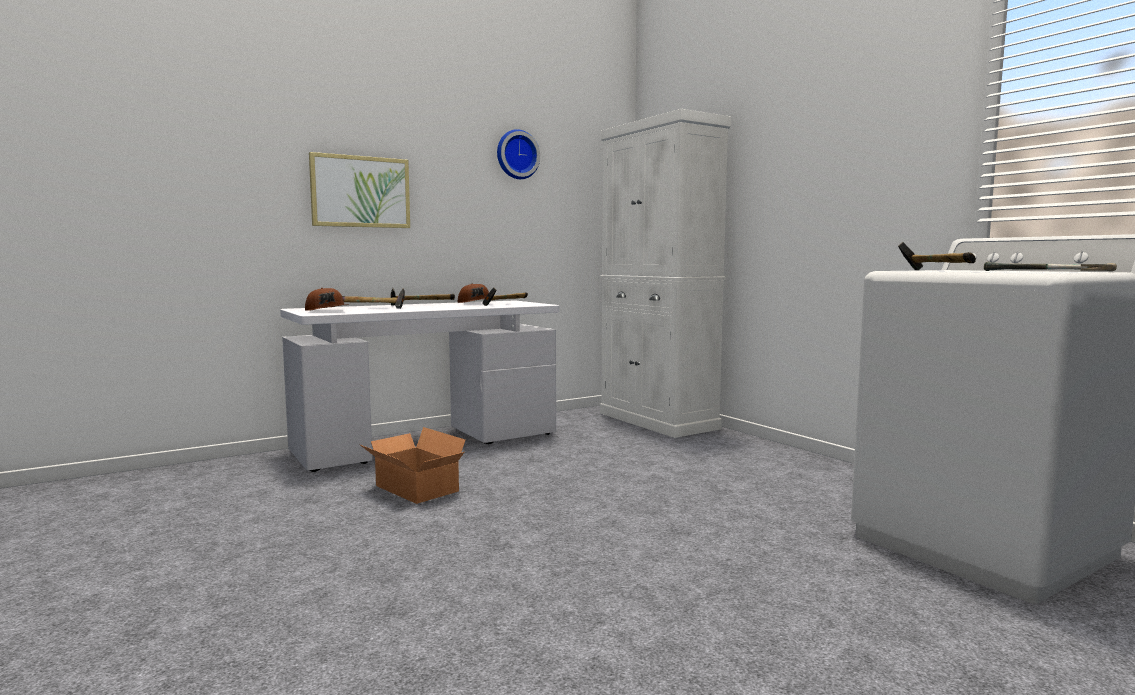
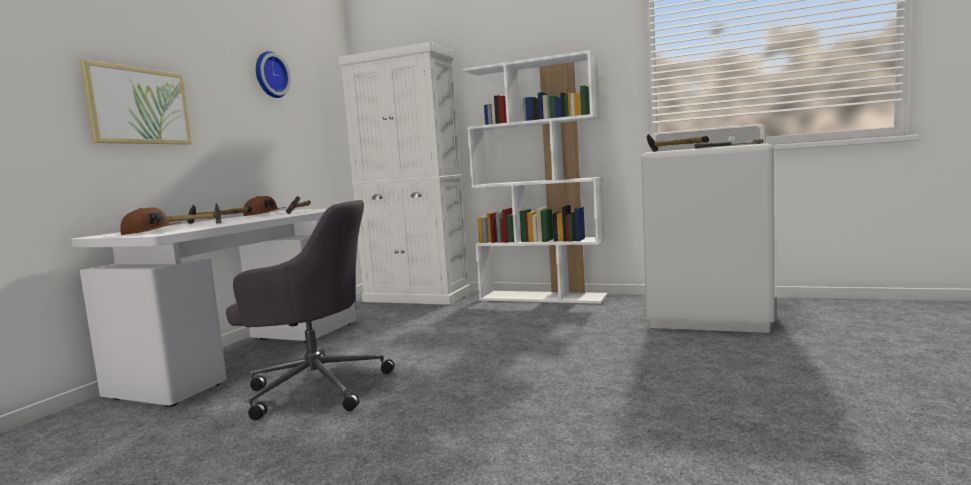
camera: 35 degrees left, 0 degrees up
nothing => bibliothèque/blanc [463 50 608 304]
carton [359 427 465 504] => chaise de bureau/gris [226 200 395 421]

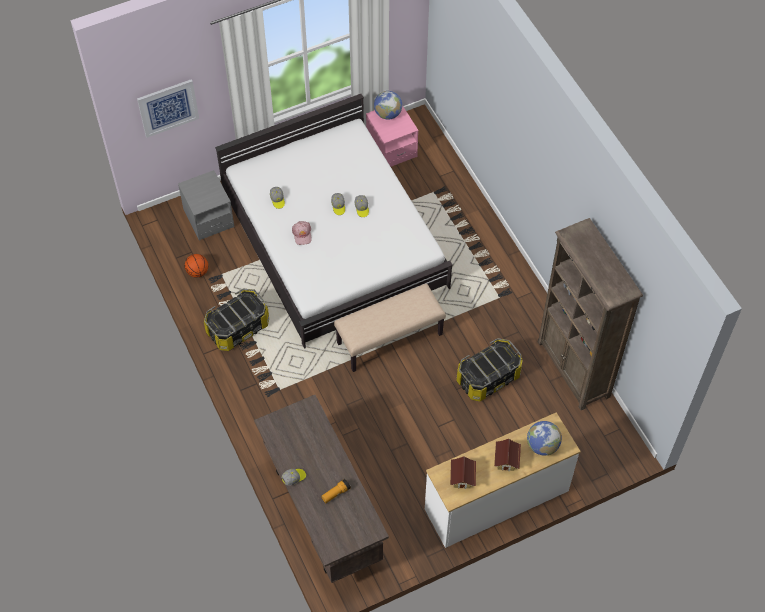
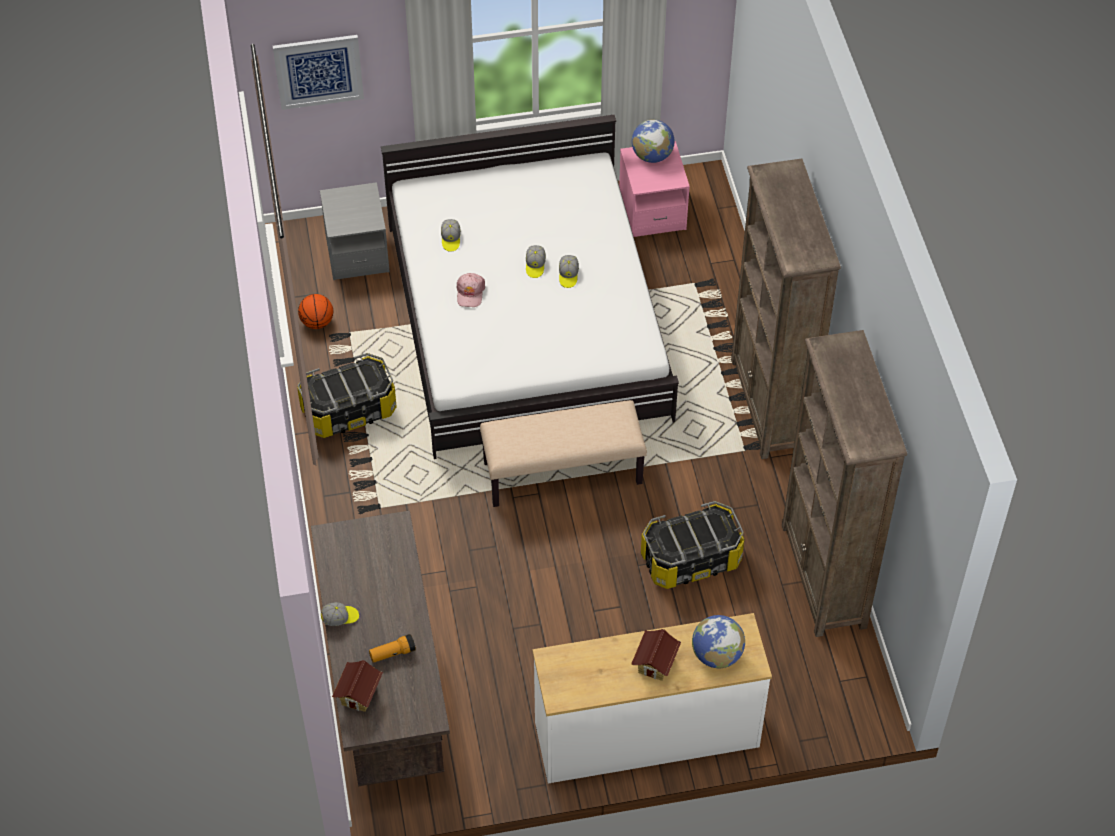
camera: 15 degrees right, 5 degrees down
nothing => bibliothèque/marron [731 159 841 459]
maison miniature [450 456 476 489] => maison miniature [332 660 383 712], moved

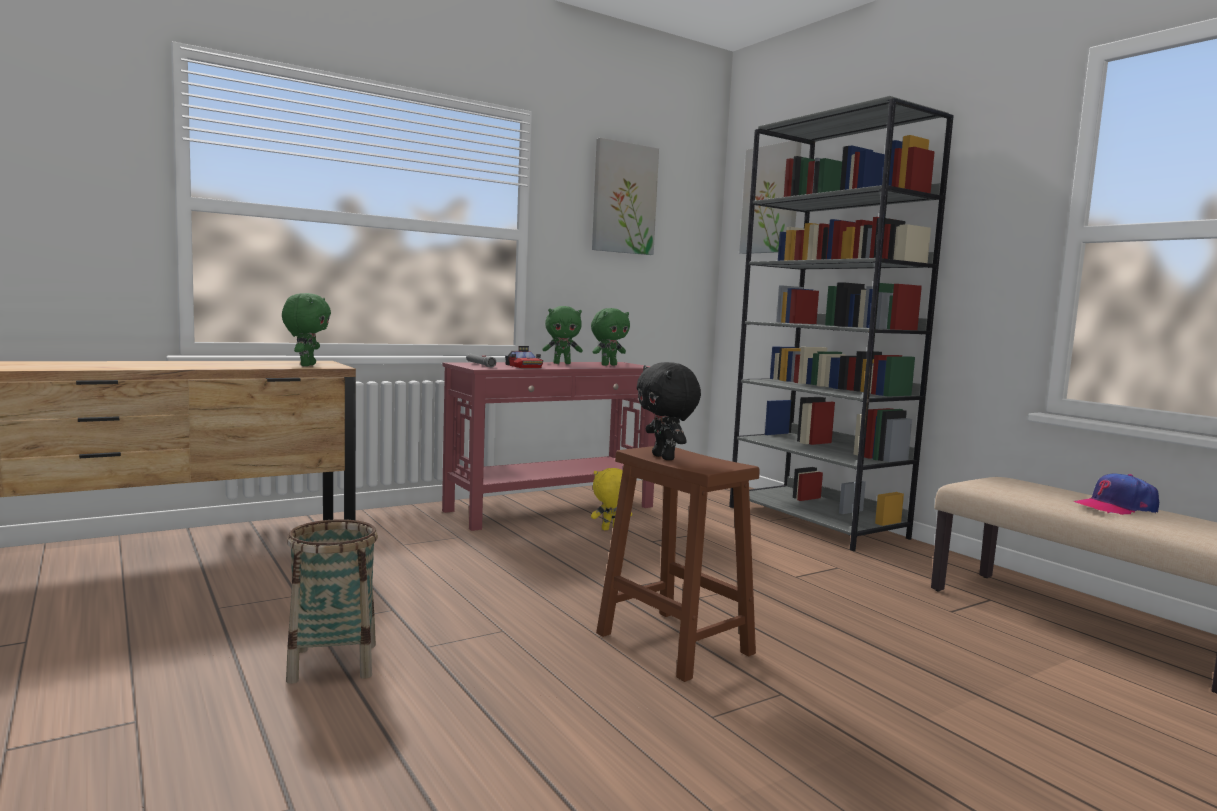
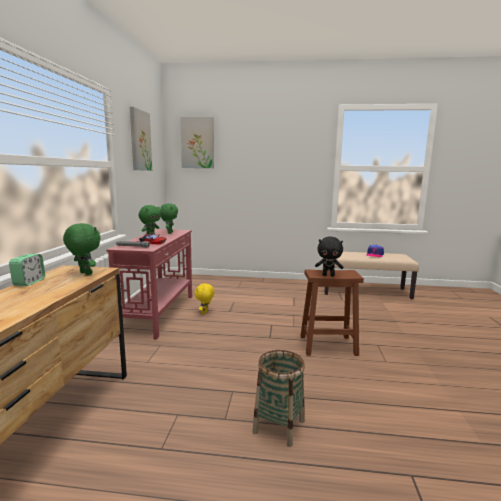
camera: 50 degrees left, 5 degrees up
bibliothèque/gris [729 96 954 551] => nothing
nothing => réveil [9 254 45 286]

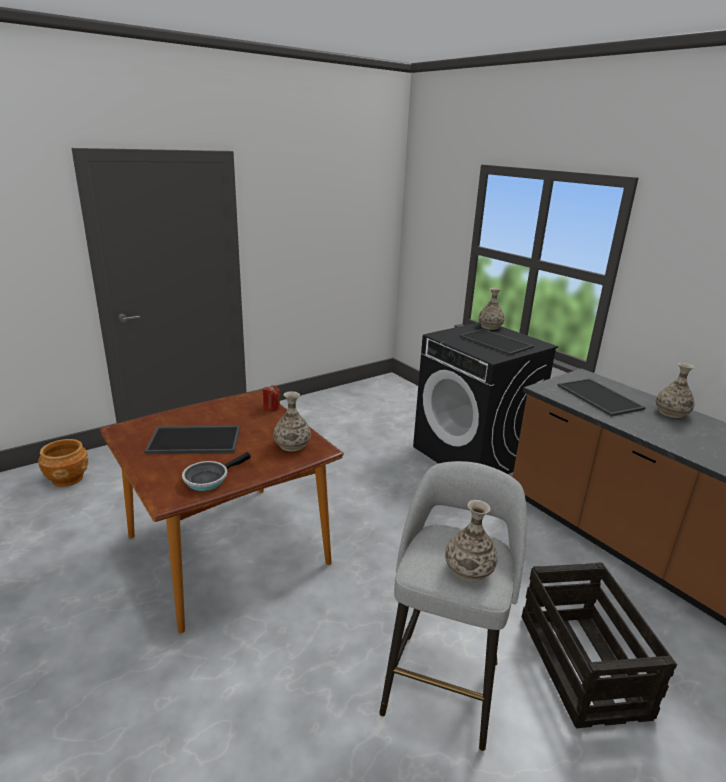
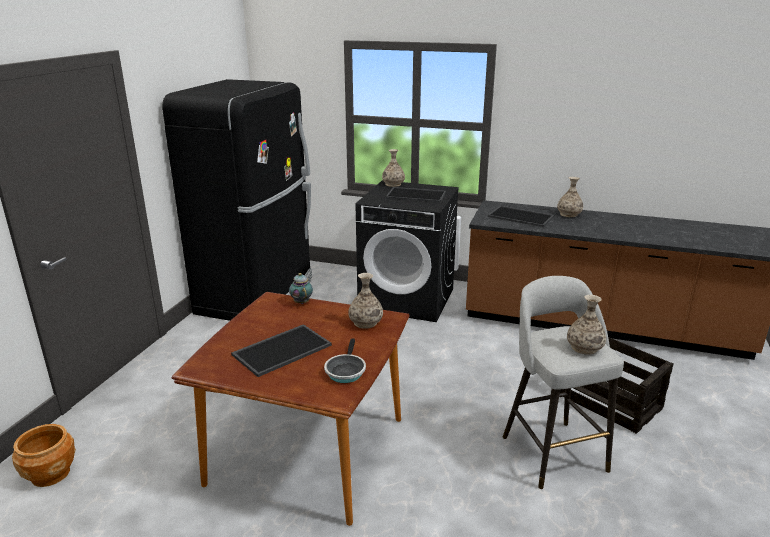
camera: 35 degrees left, 0 degrees up
nothing => réfrigérateur/noir [162 79 312 321]
bougie/rouge [263 385 280 411] => théière [289 273 313 304]

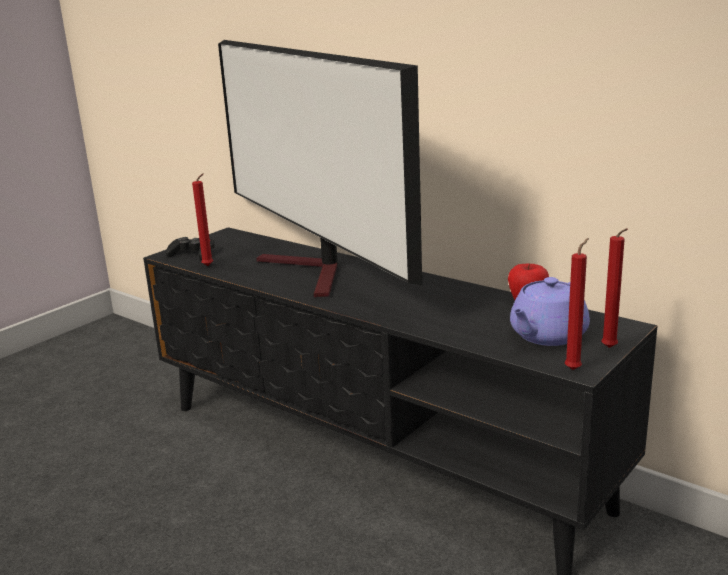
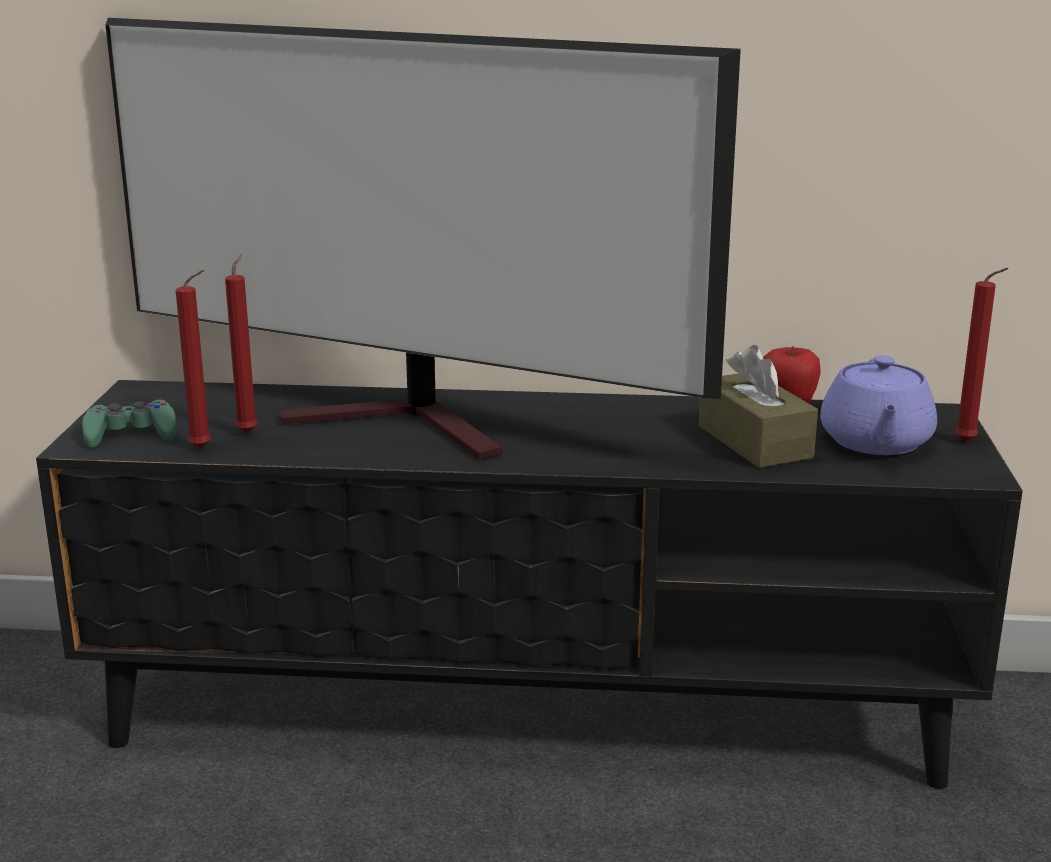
camera: 35 degrees left, 0 degrees up
nothing => boîte à mouchoirs/marron [699 345 818 468]
bougie/rouge [565 238 589 370] => bougie/rouge [225 254 258 433], moved
manette/noir [166 237 215 260] => manette/vert [82 400 176 448]

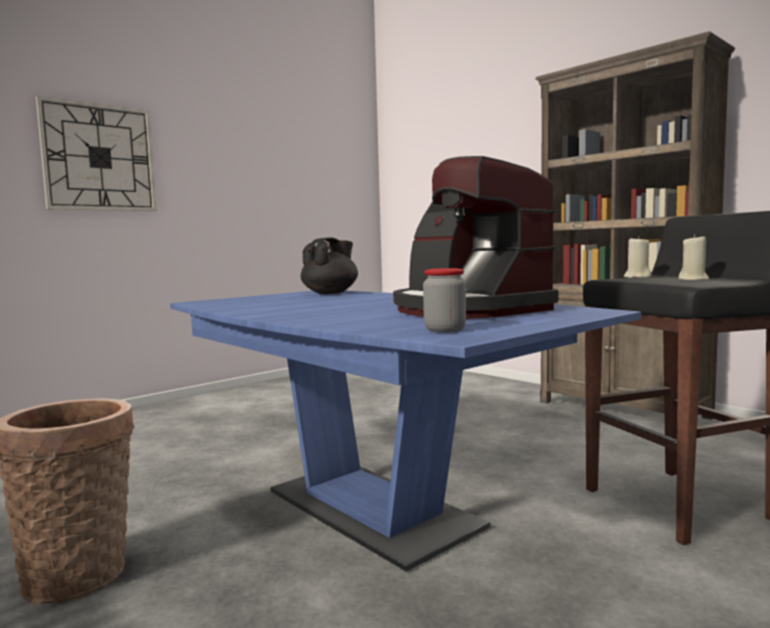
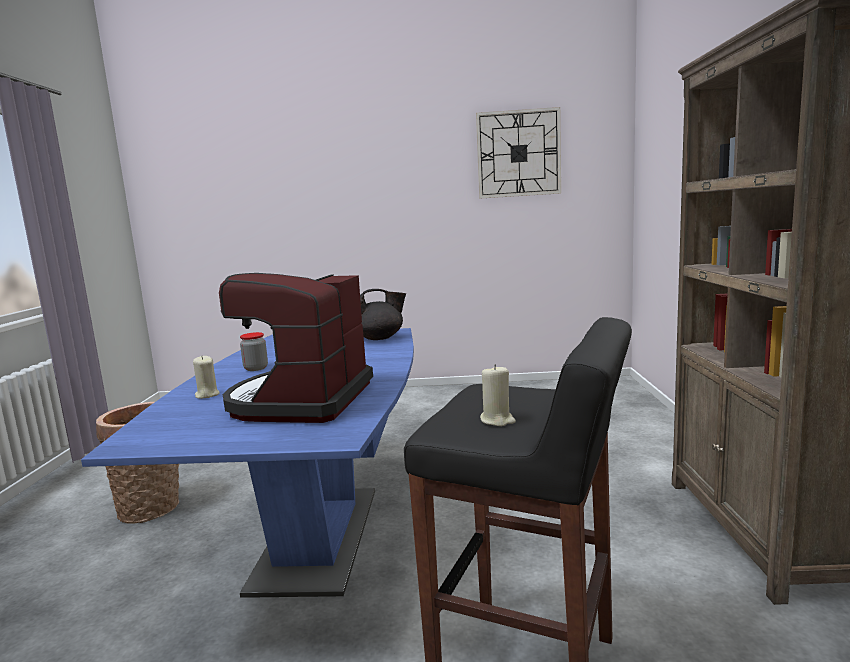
camera: 45 degrees right, 5 degrees up
horloge murale [36 96 157 211] => horloge murale [476 107 561 199], moved
bocal [423 268 466 333] => bocal [240 332 268 371], moved
bougie/beige [624 236 652 278] => bougie/beige [193 355 219 399], moved

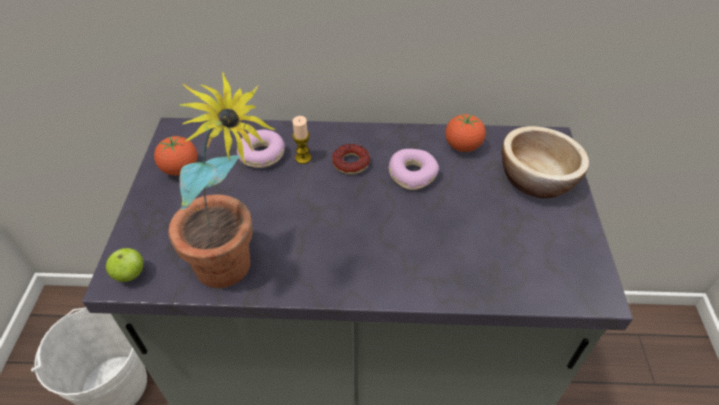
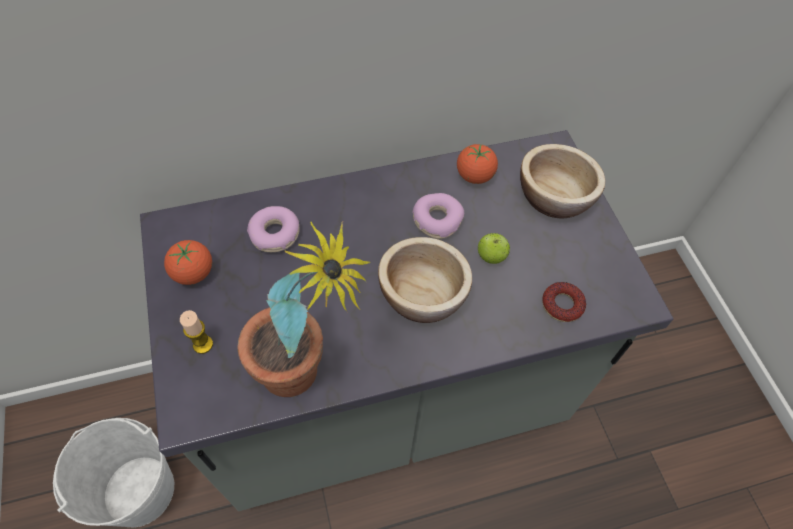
camera: 20 degrees left, 10 degrees up
nothing => bol [378 237 472 323]
pomme [106 248 144 282] => pomme [478 233 510 264], moved
bougie [292 116 312 164] => bougie [180 310 213 354], moved
beignet [332 144 370 174] => beignet [542 282 586 322], moved

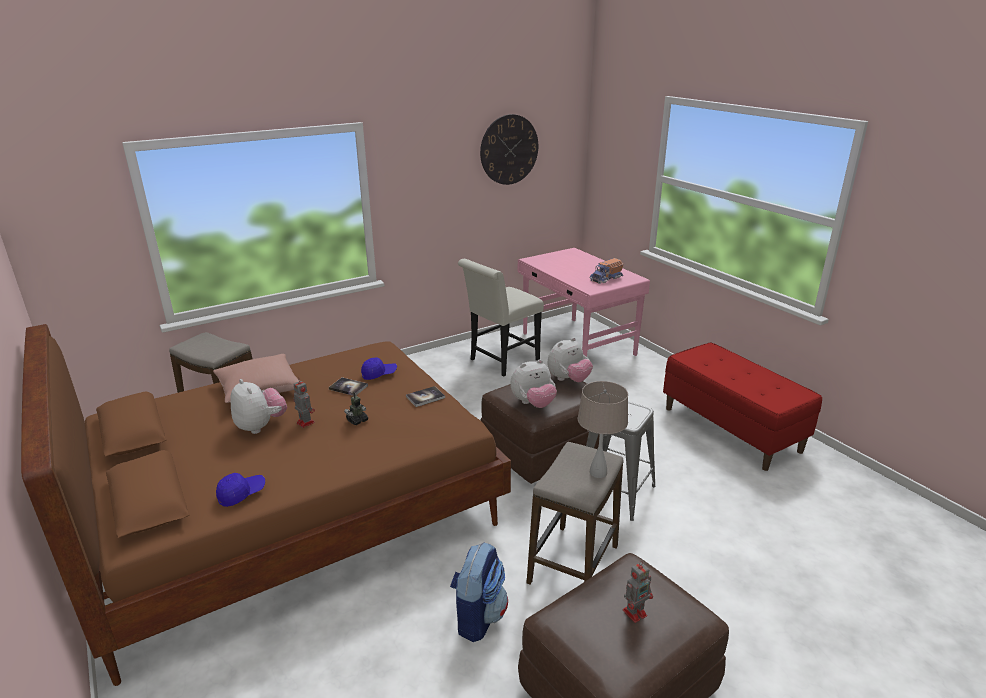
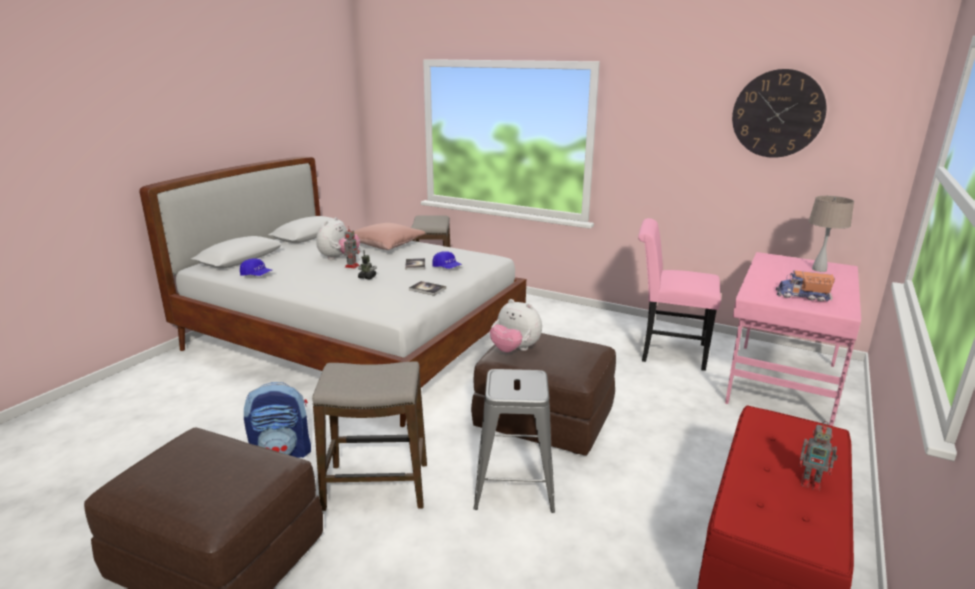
camera: 60 degrees right, 5 degrees down
peluche [547 337 593 382] => nothing
lampe de table/beige [578 381 628 478] => lampe de table/beige [809 196 854 272], moved
robot jouet [623 561 653 623] => robot jouet [799 421 838 491], moved
lit/marron [21 324 511 686] => lit/blanc [139 156 526 427]
chaise/blanc [458 259 544 377] => chaise/rose [638 218 721 371]

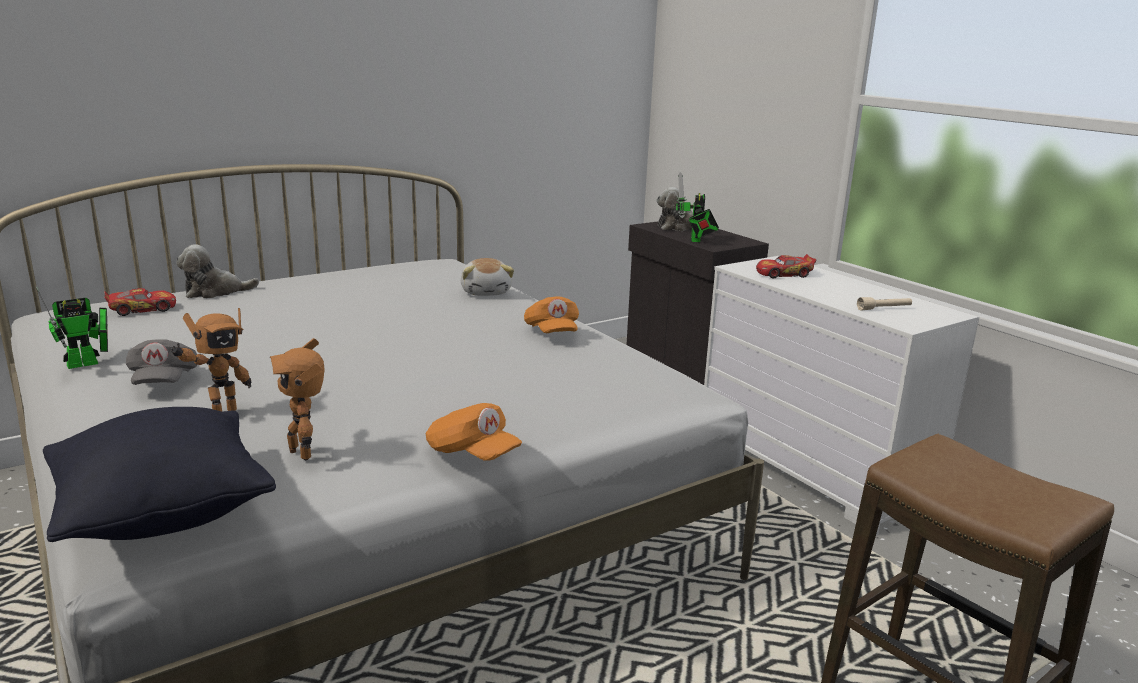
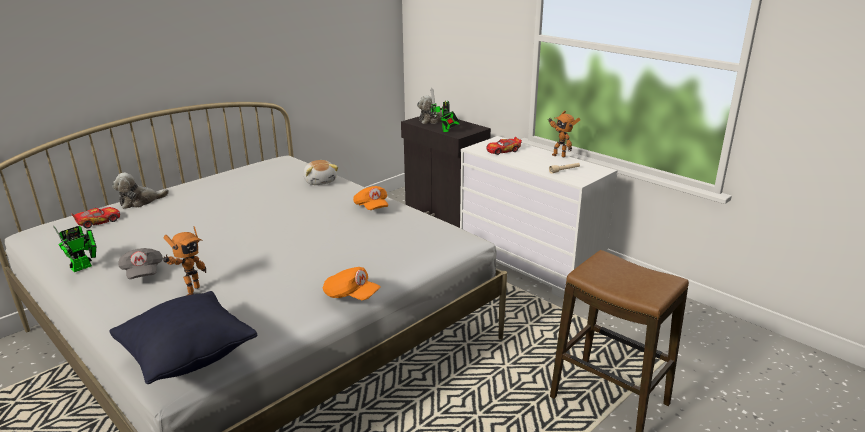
camera: 10 degrees left, 5 degrees up
robot jouet [270 338 325 460] => robot jouet [548 110 581 158], moved

